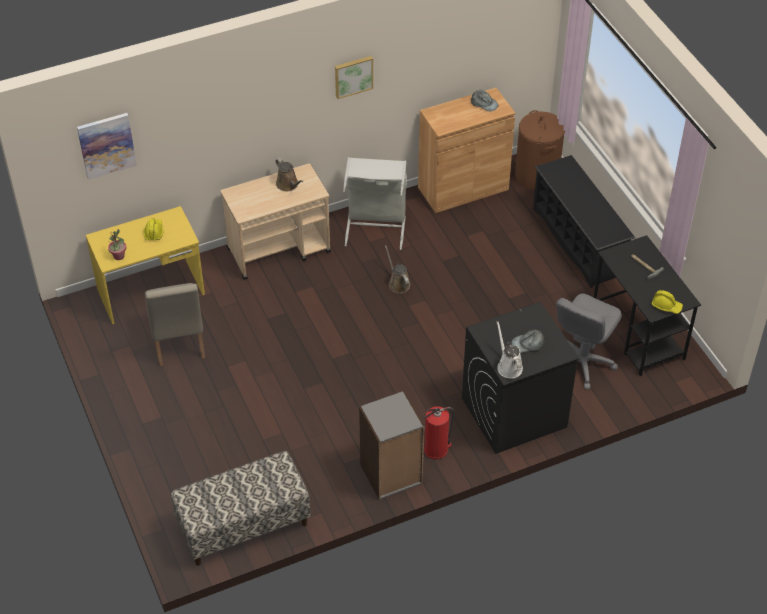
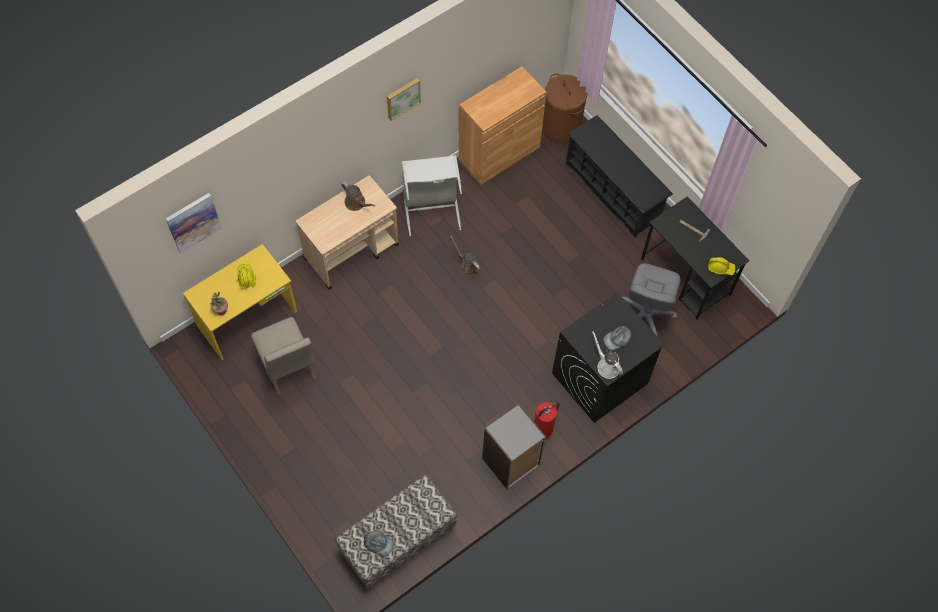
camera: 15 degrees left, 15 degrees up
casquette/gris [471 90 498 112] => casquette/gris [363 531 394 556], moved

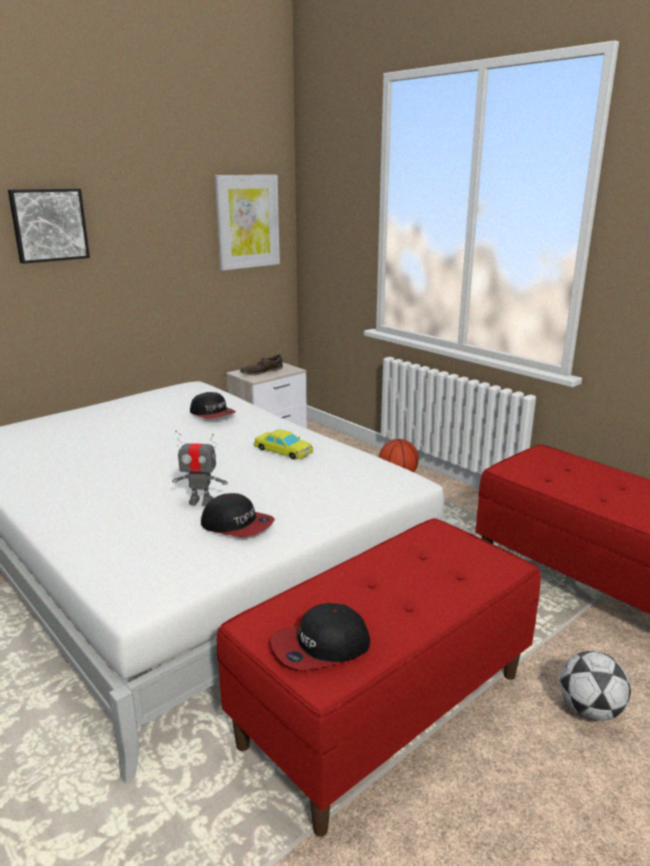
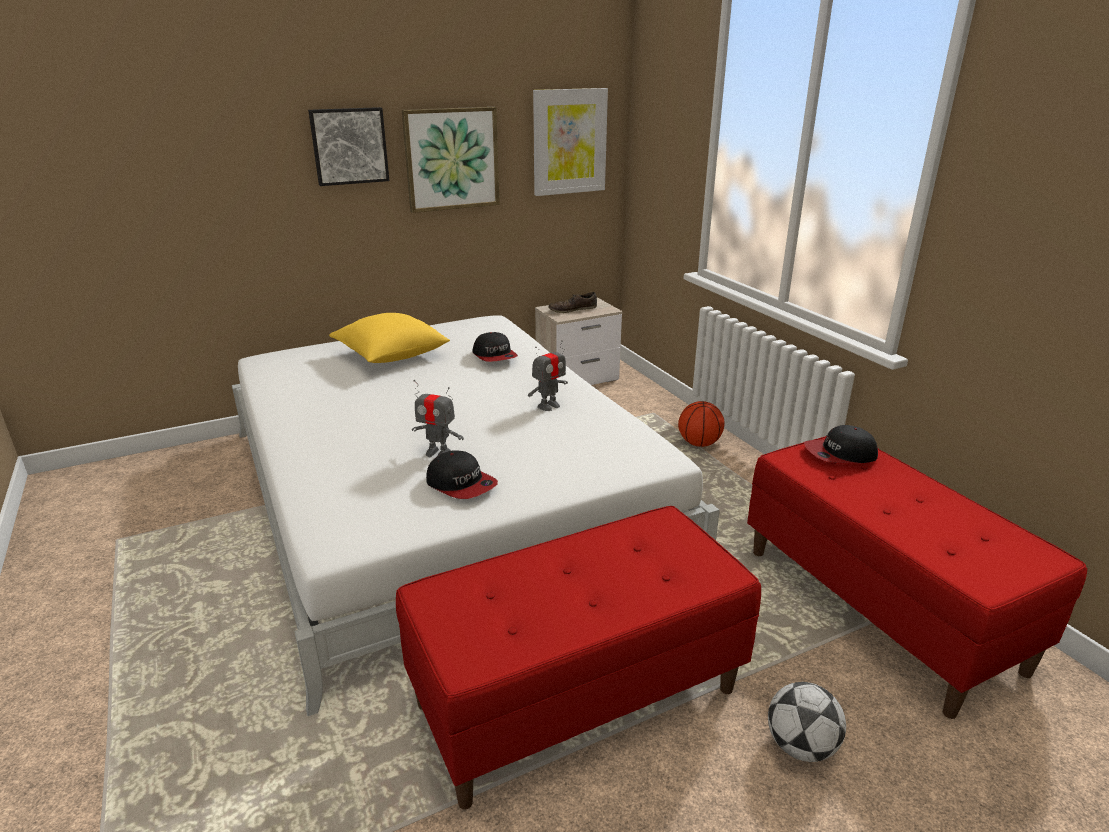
camera: 15 degrees right, 5 degrees up
nothing => coussin/jaune [329 313 450 363]
nothing => tableau [402 107 500 213]
casquette [270 603 370 669] => casquette [804 425 878 463], moved
petite voiture/jaune [254 430 313 459] => robot jouet [528 340 568 411]

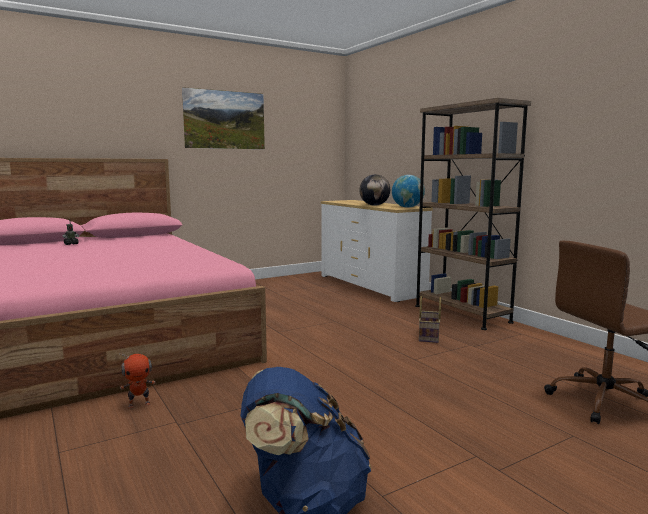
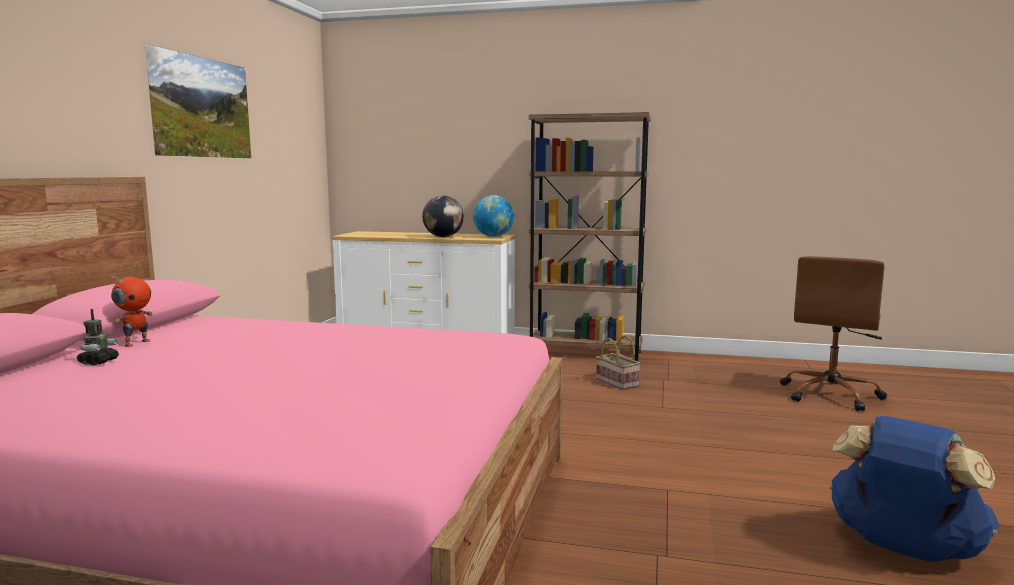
camera: 45 degrees left, 0 degrees up
robot jouet [120 352 156 409] => robot jouet [110 274 153 347], moved

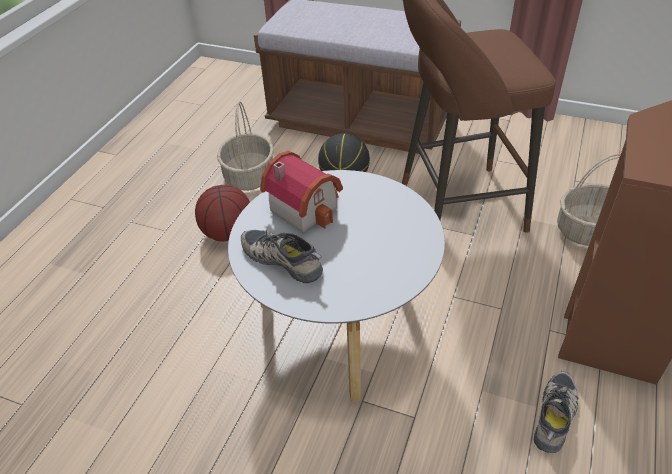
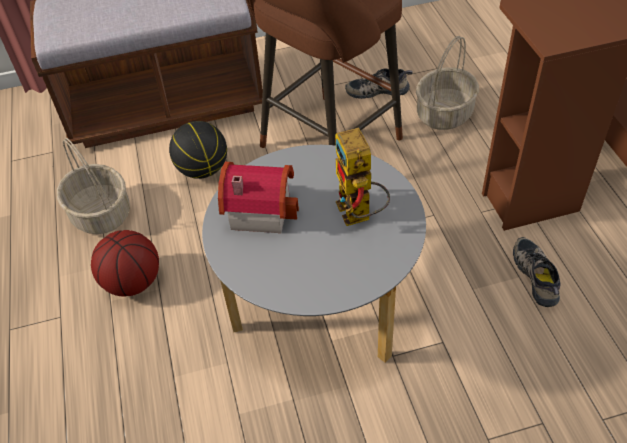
camera: 35 degrees left, 5 degrees up
nothing => robot jouet [335 128 390 226]
chaussure [241 229 323 284] => chaussure [345 68 413 99], moved

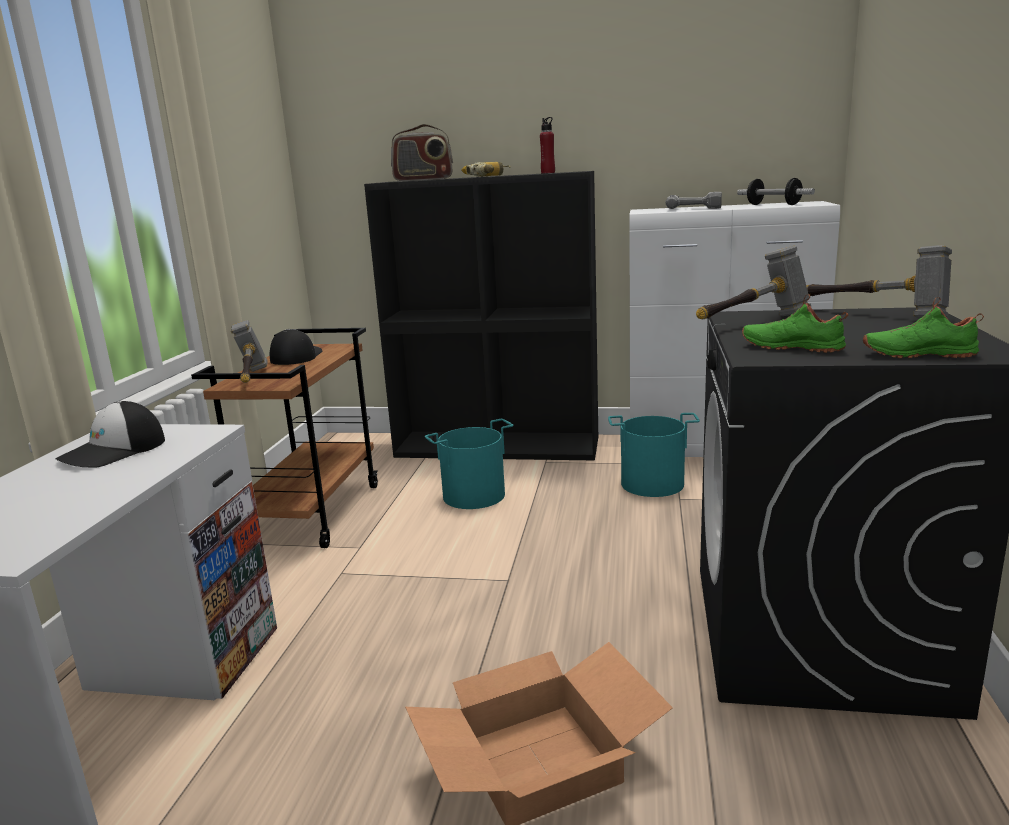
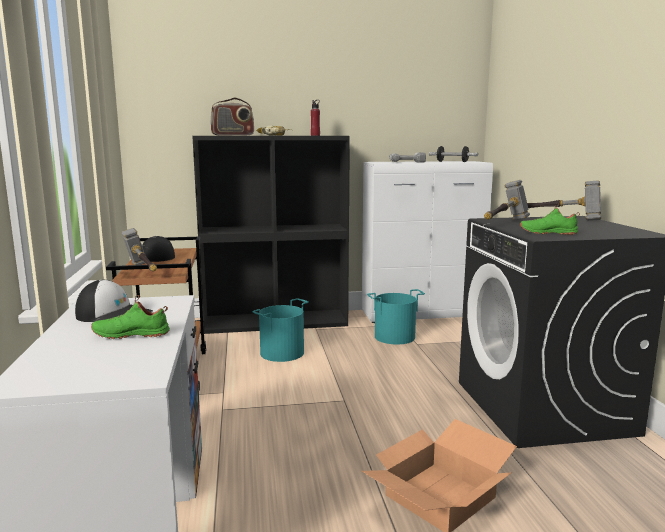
camera: 20 degrees left, 5 degrees down
chaussure/vert [863 297 984 358] => chaussure/vert [91 295 170 339], moved
casquette [56 401 165 468] => casquette [75 280 153 322], 90 degrees counterclockwise

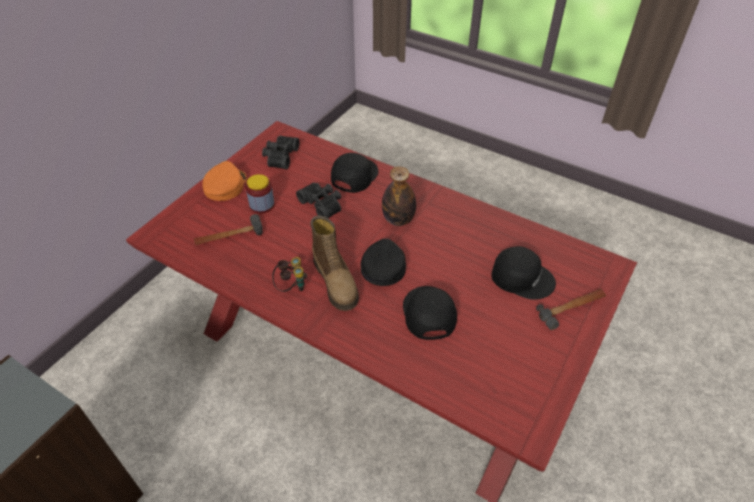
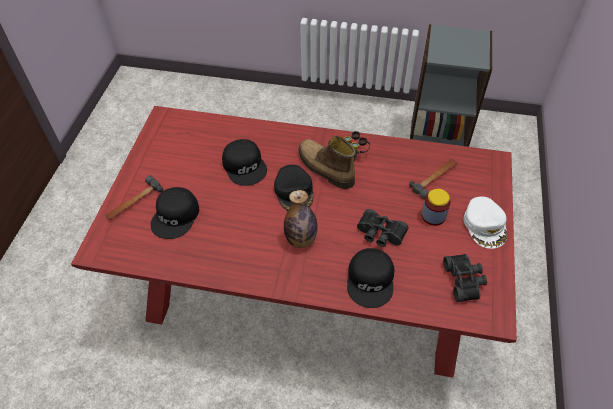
camera: 160 degrees right, 5 degrees up
casquette/orange [202 161 246 201] => casquette/blanc [463 197 507 249]
casquette/noir [492 246 556 300] => casquette/noir [151 187 199 239], 75 degrees counterclockwise

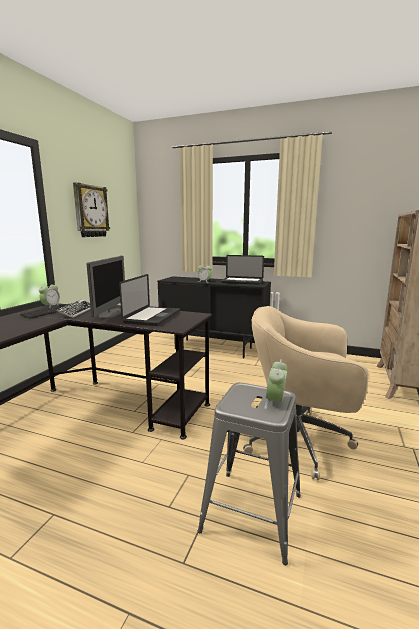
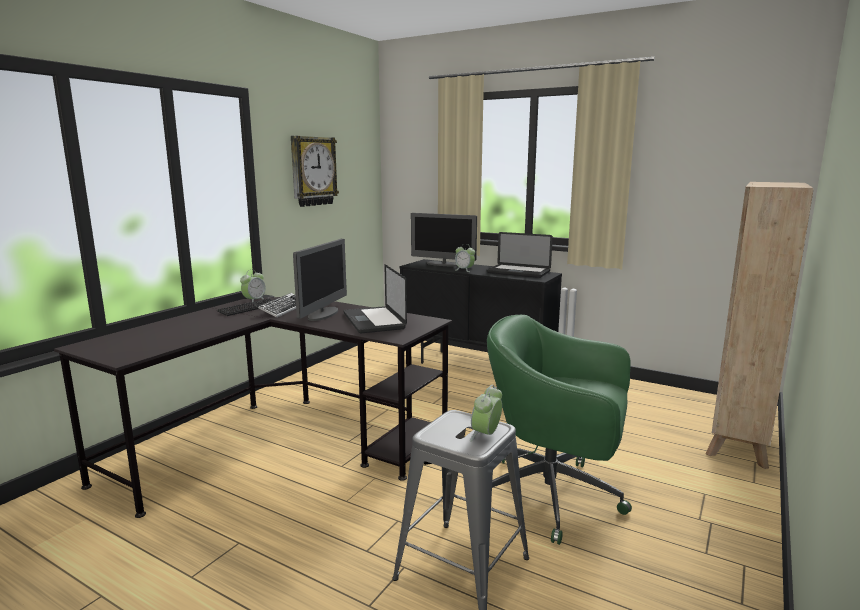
camera: 10 degrees right, 0 degrees up
nothing => écran d'ordinateur [411 213 477 266]
chaise de bureau/beige [243 306 369 480] => chaise de bureau/vert [487 315 632 545]
ordinateur portable [119 274 180 326] => ordinateur portable [344 264 407 333], 135 degrees clockwise

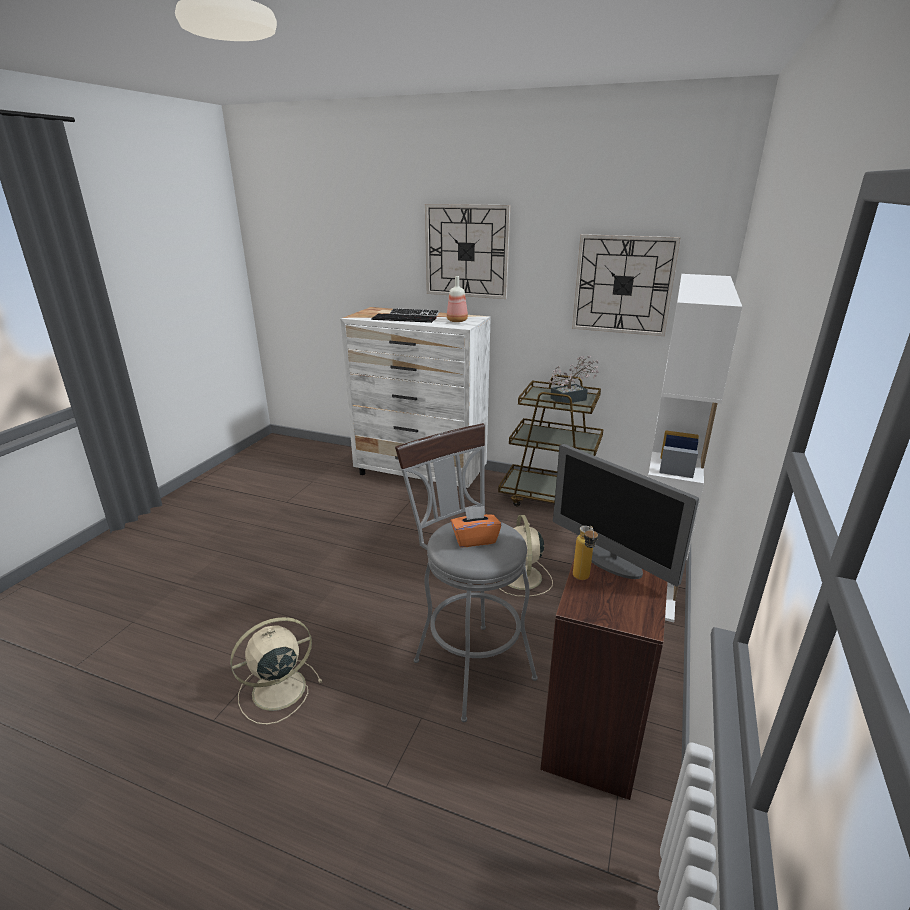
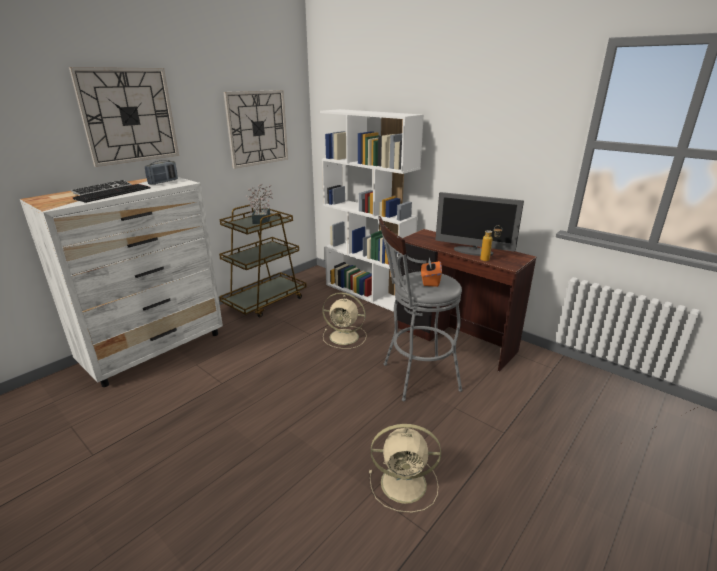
camera: 70 degrees left, 0 degrees up
bouteille [447 276 468 322] => radio [145 160 178 185]
ventilateur/beige [230 617 323 725] => ventilateur/beige [369 424 441 513], 75 degrees counterclockwise
écran d'ordinateur [553 444 699 587] => écran d'ordinateur [435 192 524 256], 45 degrees clockwise

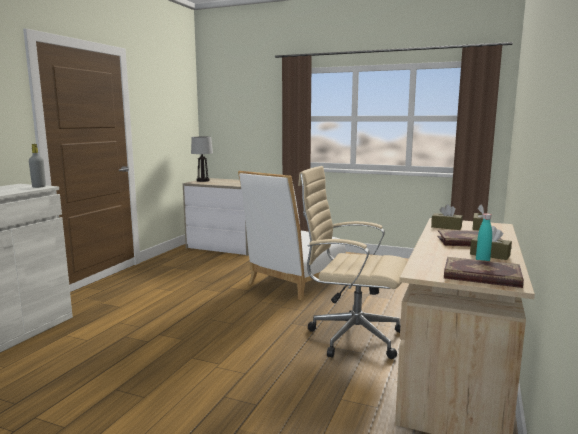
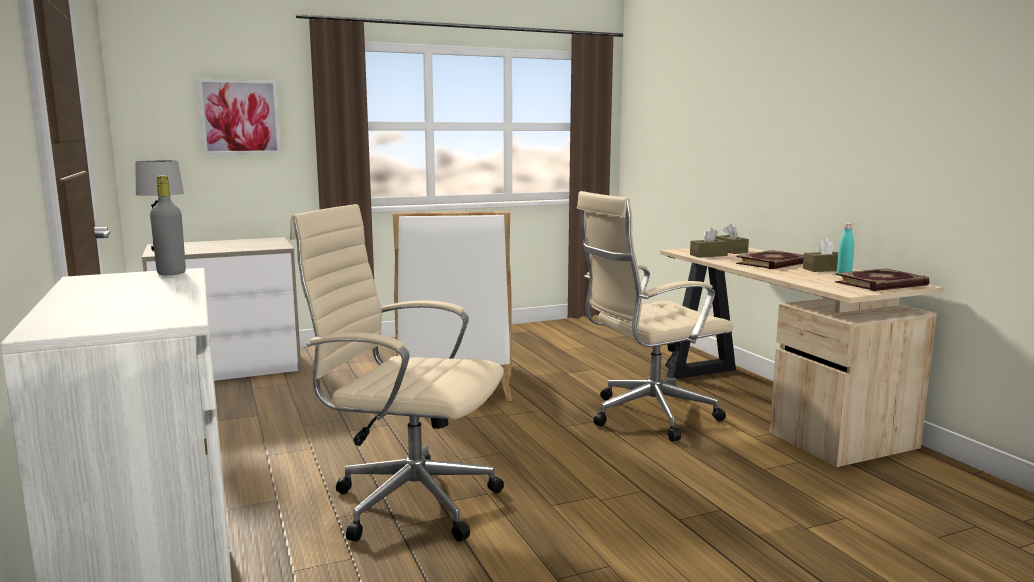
camera: 45 degrees left, 0 degrees up
nothing => tableau [198 79 281 155]
nothing => chaise de bureau/beige [290 204 504 542]

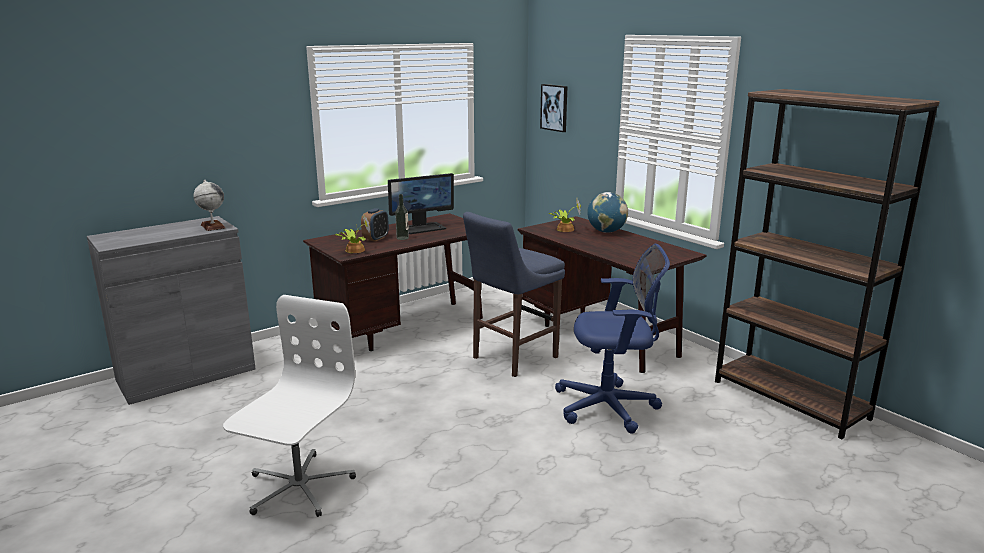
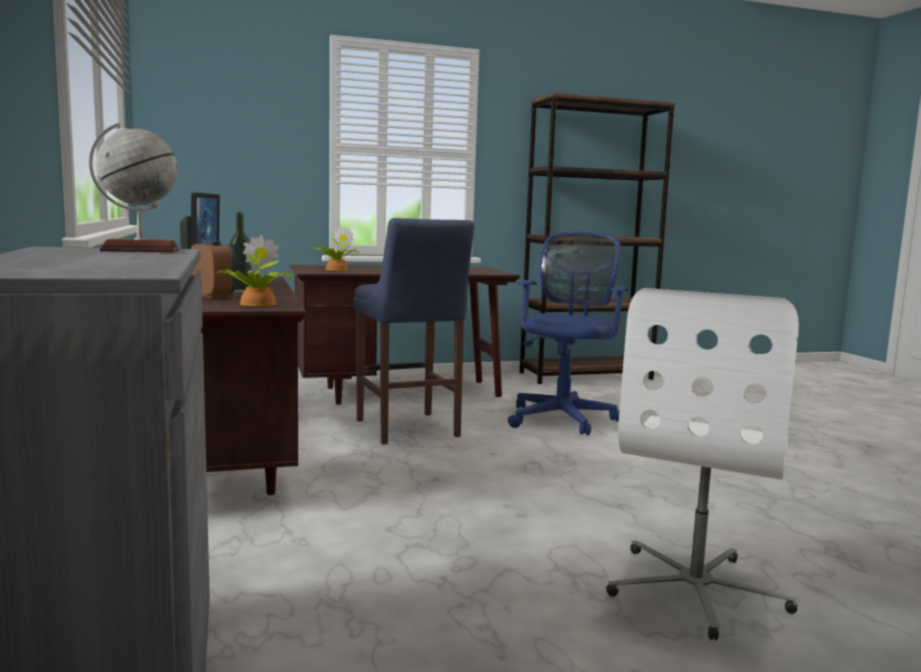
camera: 70 degrees left, 10 degrees down
tableau [540 84 568 132] => nothing
globe [587 192 628 233] => nothing
chaise de bureau/blanc [223 295 356 517] => chaise de bureau/blanc [606 288 799 640], 105 degrees counterclockwise

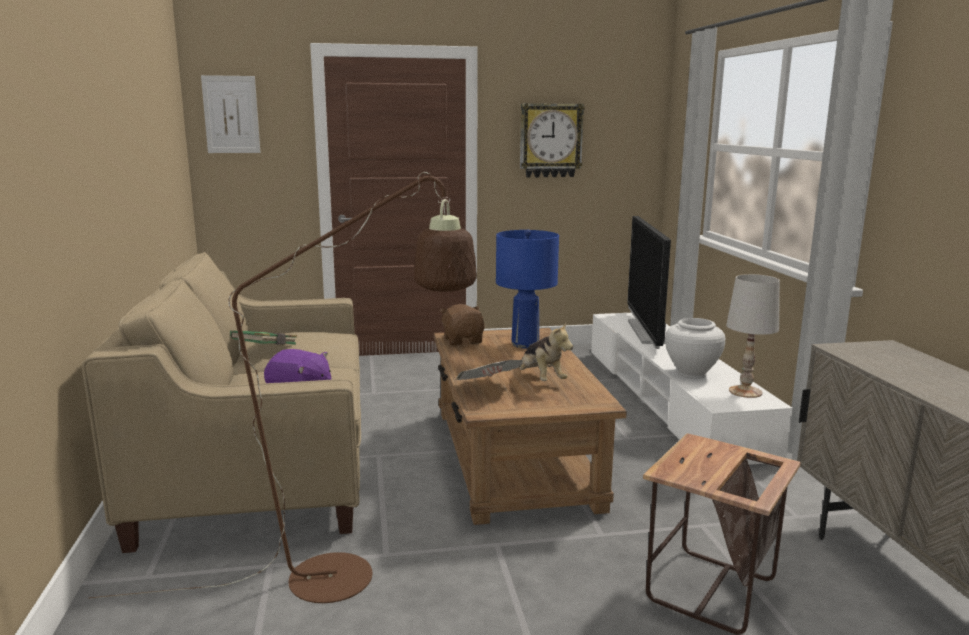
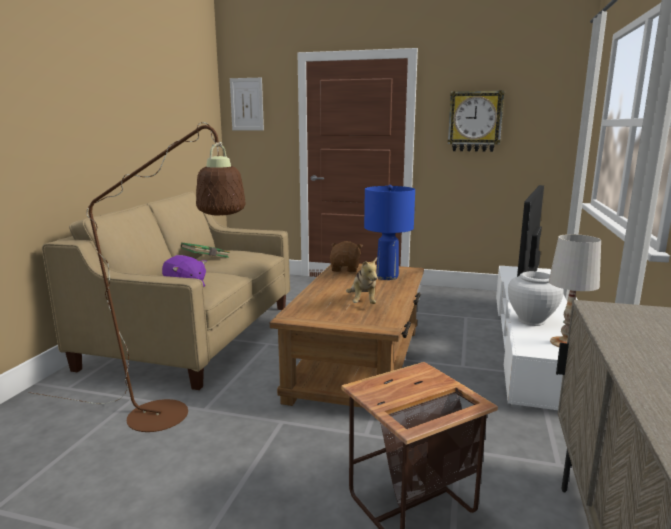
camera: 25 degrees right, 0 degrees up
journal [456 360 523 380] => nothing

